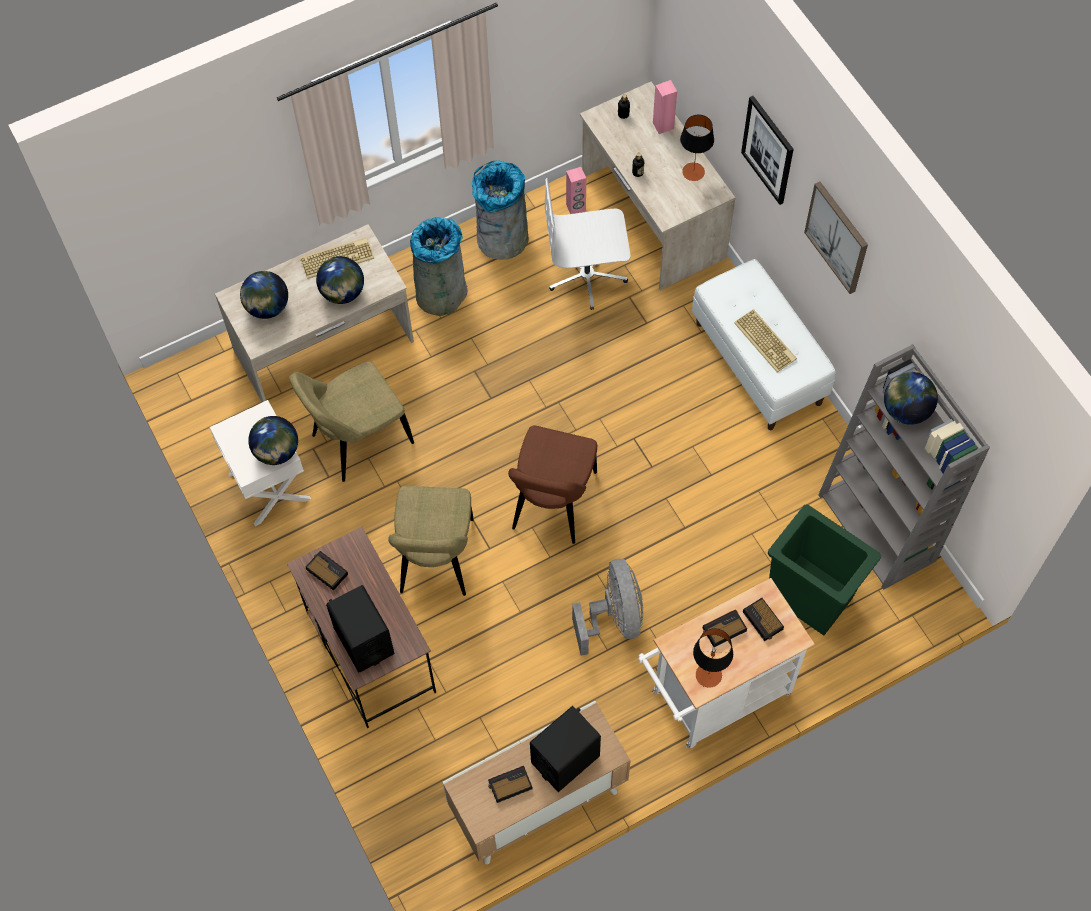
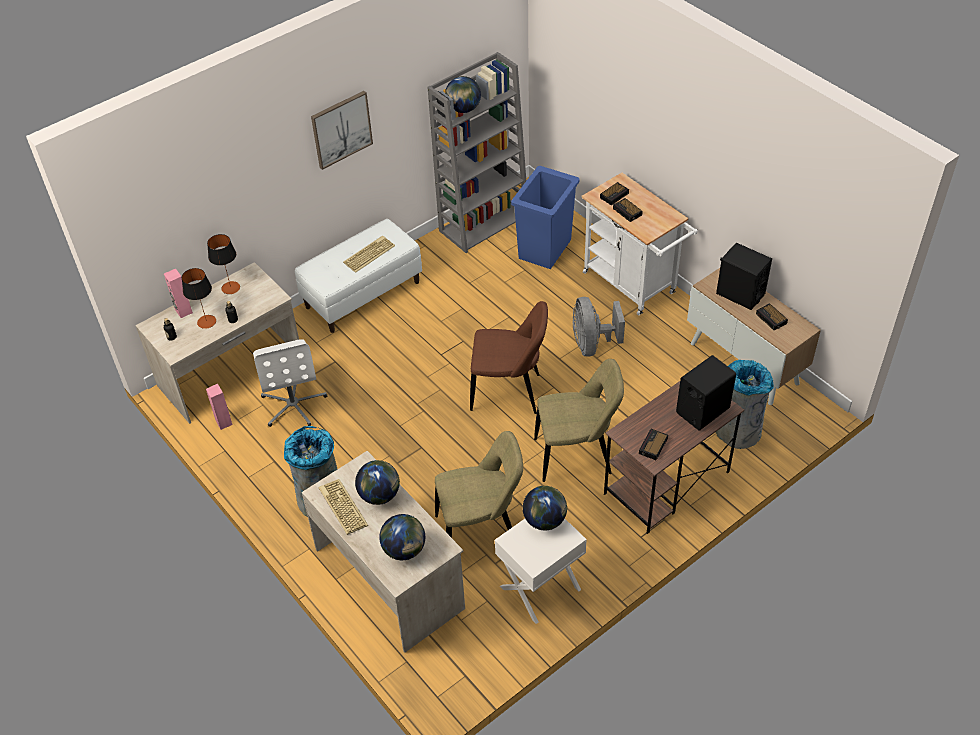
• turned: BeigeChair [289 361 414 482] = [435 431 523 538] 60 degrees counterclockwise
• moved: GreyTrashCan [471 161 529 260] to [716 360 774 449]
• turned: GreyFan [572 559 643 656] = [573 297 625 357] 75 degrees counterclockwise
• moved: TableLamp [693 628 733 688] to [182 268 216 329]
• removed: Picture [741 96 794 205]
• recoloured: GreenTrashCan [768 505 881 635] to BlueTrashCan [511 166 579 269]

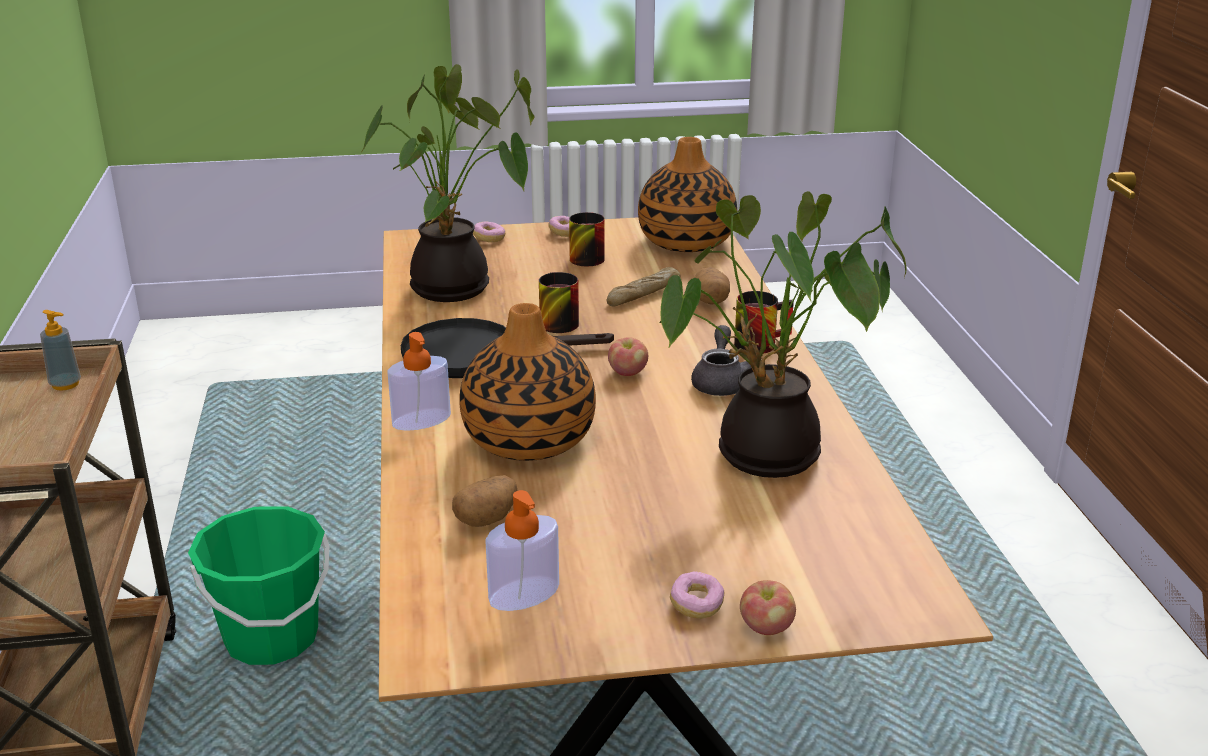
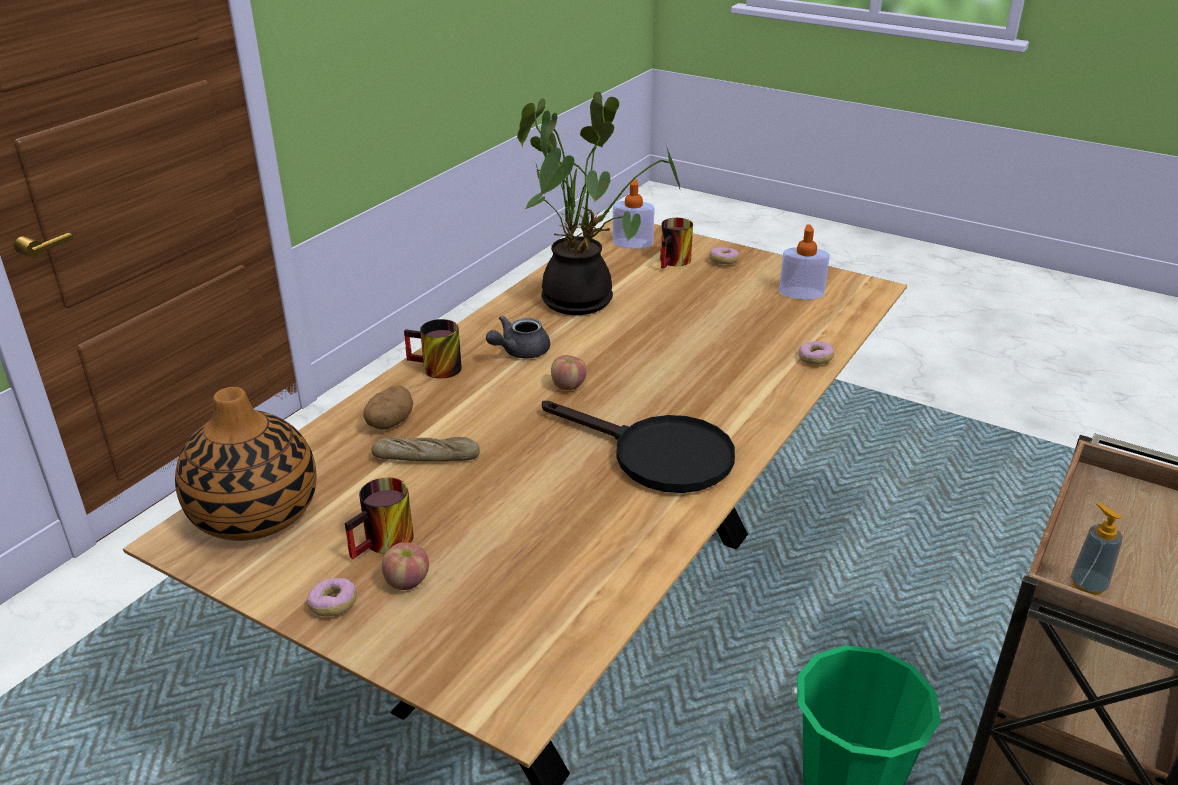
• removed: PottedPlant [362 64 535 302]
• moved: SoapDispenser [387 332 451 431] to [612 179 655 249]
• removed: Potato [452 475 518 527]
• removed: Vase [459 303 596 461]
• moved: Donut [473 221 505 242] to [799 341 834 365]
• moved: Mug [539 272 579 333] to [660 218 693 269]
• moved: Apple [740 580 796 635] to [382 542 429 590]

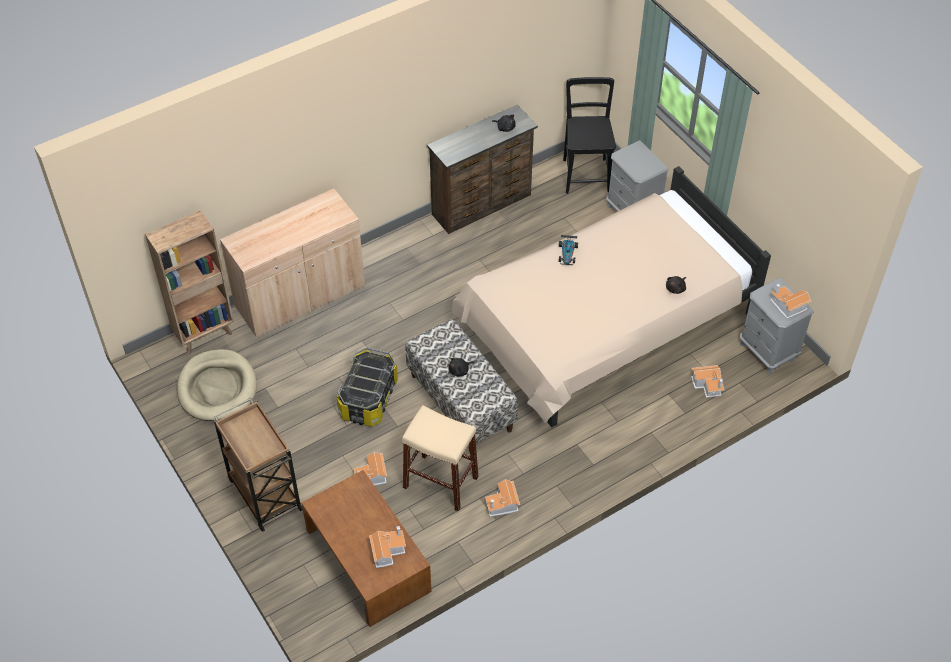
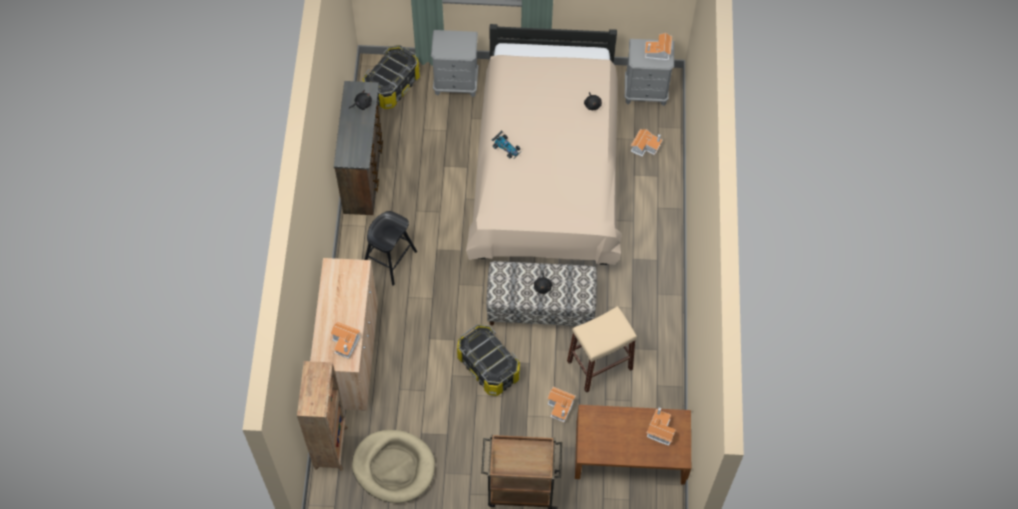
• moved: ToyHouse [485 479 520 517] to [330 321 361 359]
• replaced: BlackChair [563 77 616 194] to StorageBox [363 45 420 109]
• added: BlackStool [365 211 417 286]

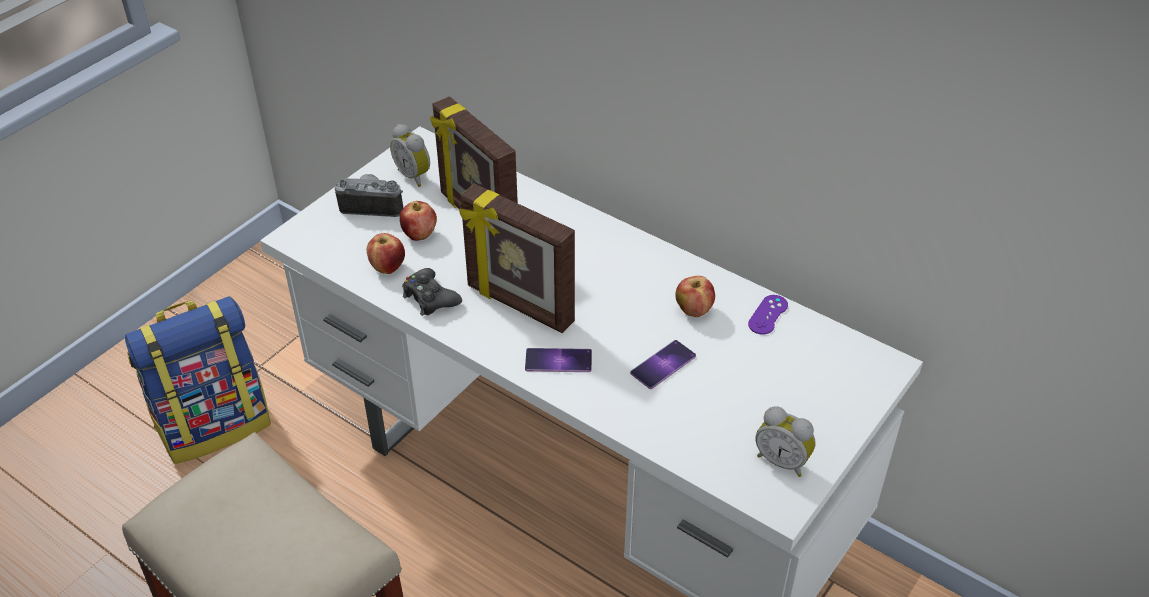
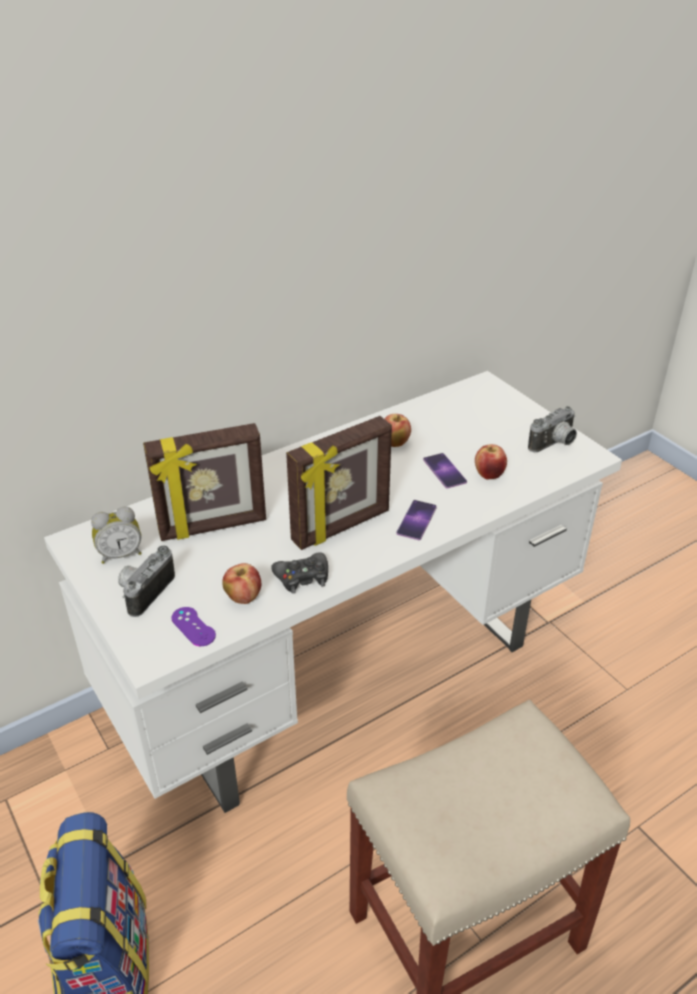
• moved: Apple [400 201 437 241] to [475 444 507 480]
• moved: PurpleGameController [748 295 788 335] to [171 607 216 646]
• replaced: AlarmClock [755 406 816 477] to PhotoCamera [528 406 577 452]

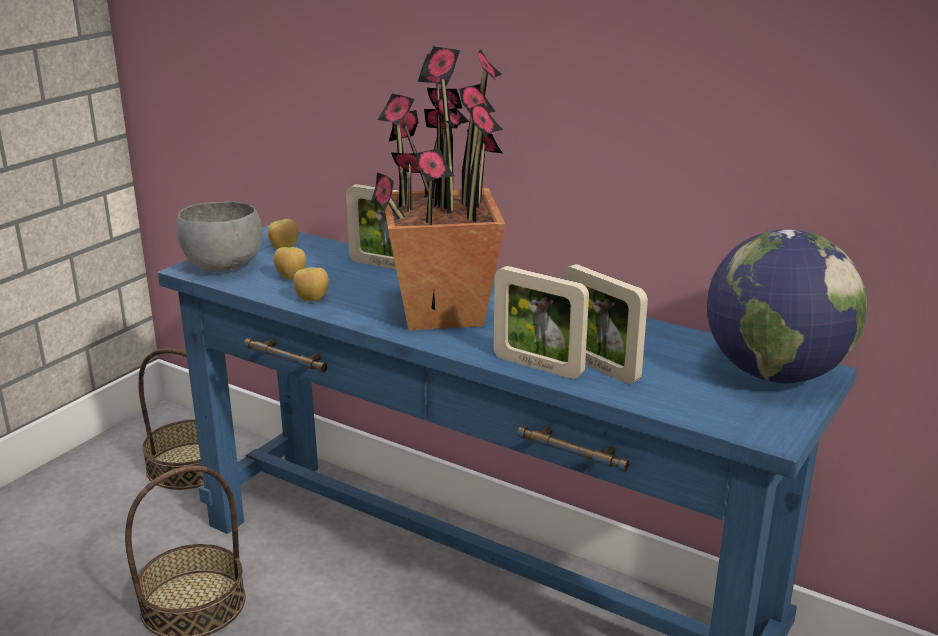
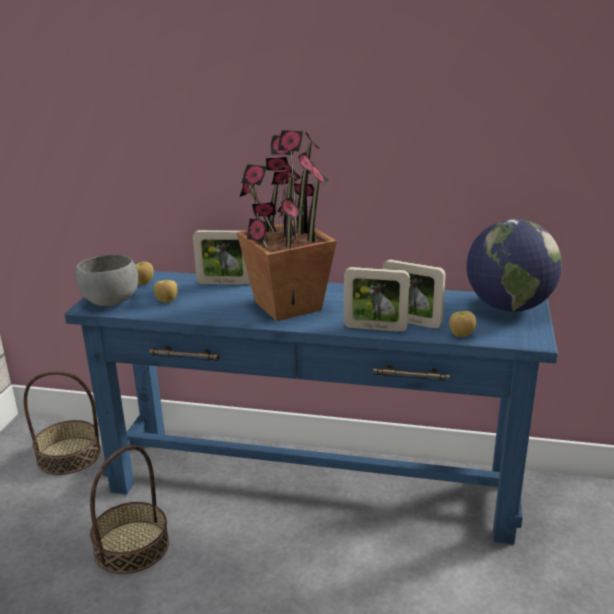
• moved: Apple [293 267 329 302] to [449 311 476 337]

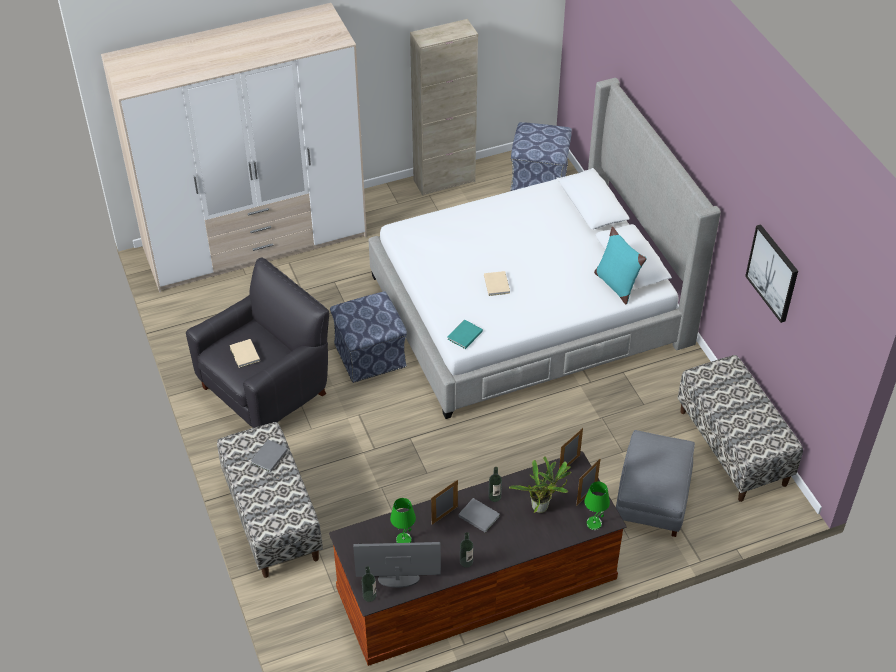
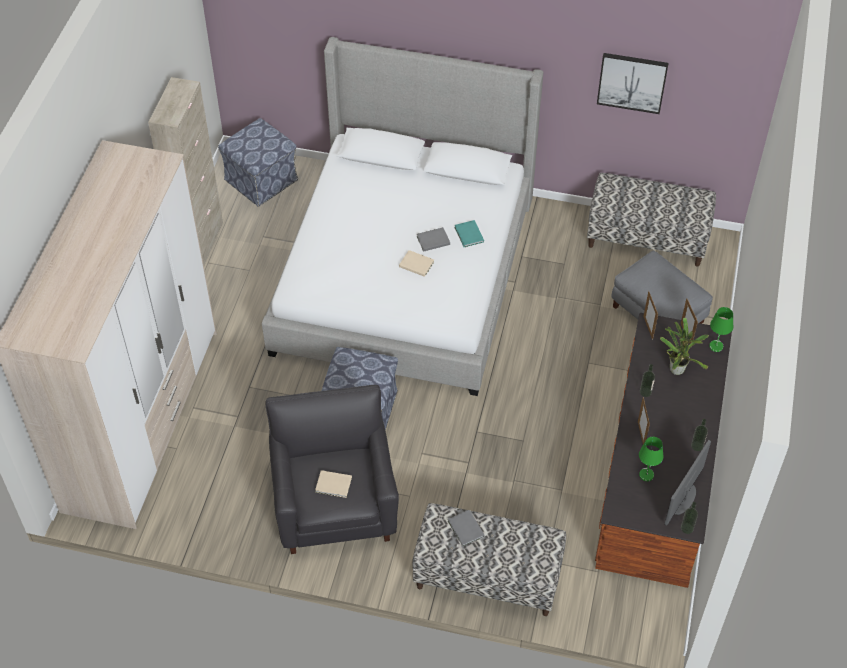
• moved: TurquoiseBook [447 320 483 349] to [454 220 484 247]
• moved: GreyBook [458 498 500 533] to [417 227 450 252]
• removed: TurquoisePillow [594 227 647 305]

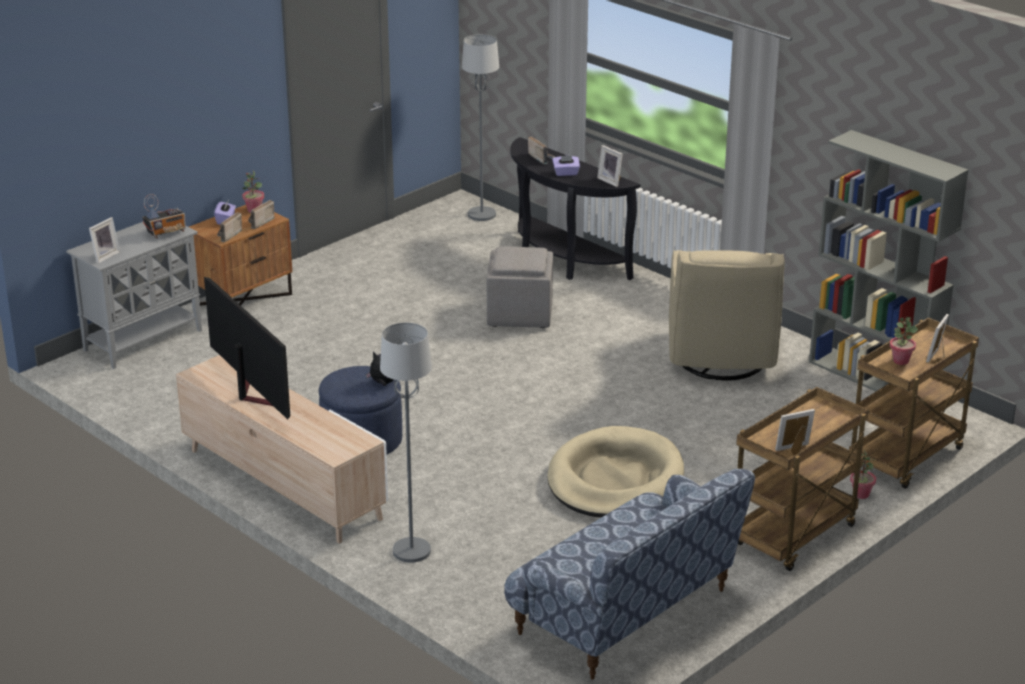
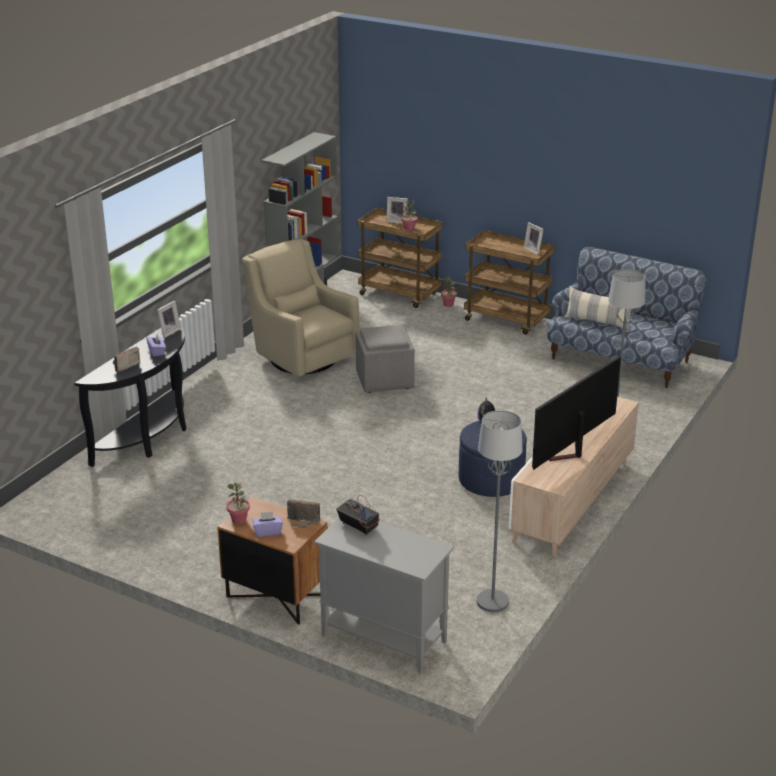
• removed: PictureFrame [89 217 120 263]
• removed: Radio [248 200 275 229]
• moved: GreyFloorLamp [462 34 499 221] to [477 410 523 612]
• moved: GreyOttoman [487 247 553 328] to [355 325 415 393]
• removed: BeigeDogBed [547 426 684 517]
• turned: BeigeArmchair [669 250 785 381] = [242 239 360 377] 120 degrees counterclockwise
• added: Pillow [564 286 631 330]

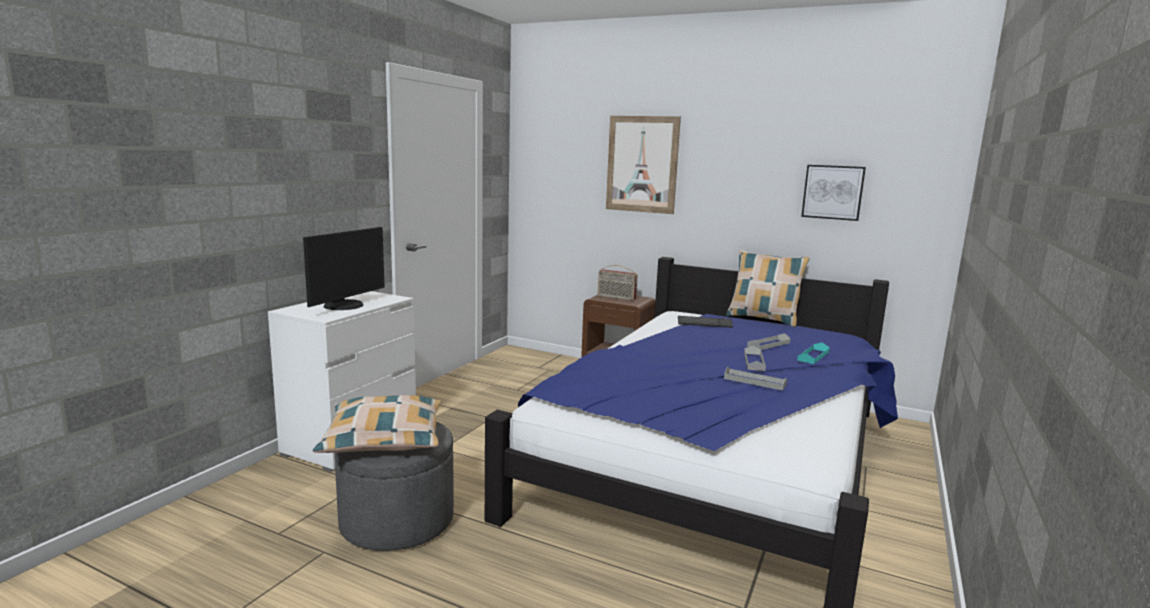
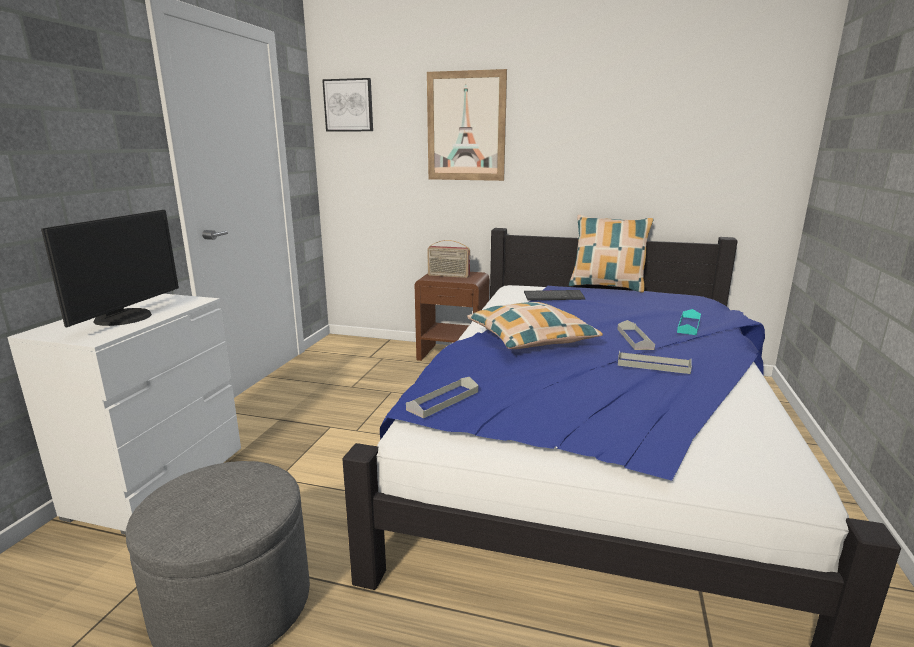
• moved: Pillow [313 395 442 453] to [467 302 603 349]
• moved: GreyTray [747 333 791 350] to [406 377 478 418]
• moved: Picture [801 165 866 221] to [322 78 373 132]

